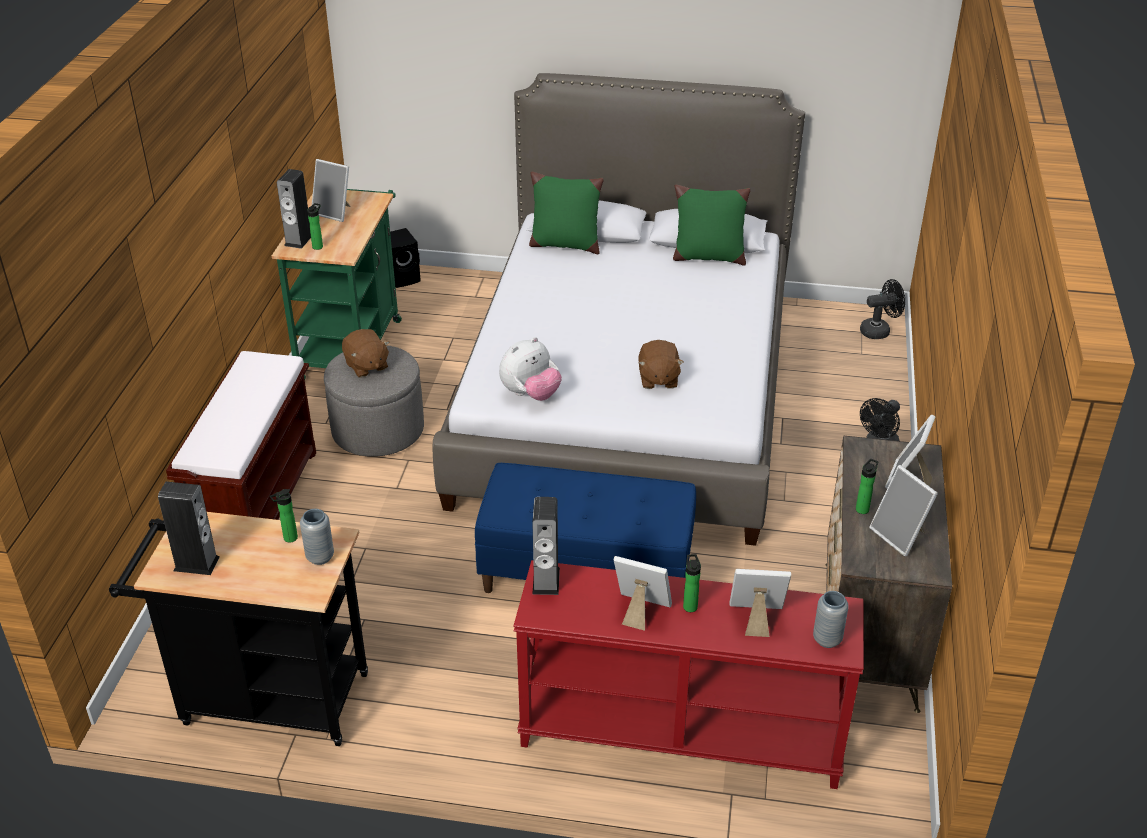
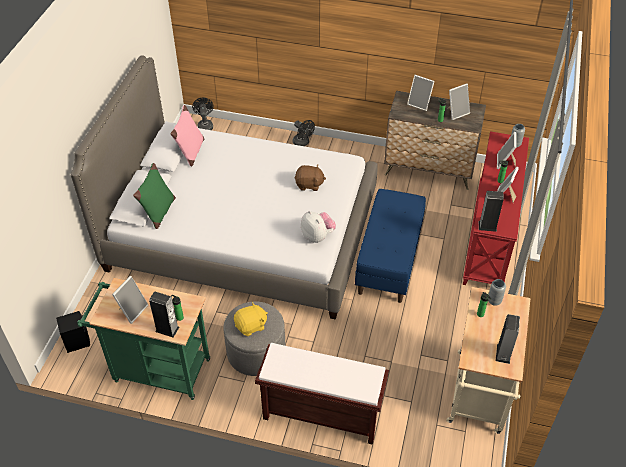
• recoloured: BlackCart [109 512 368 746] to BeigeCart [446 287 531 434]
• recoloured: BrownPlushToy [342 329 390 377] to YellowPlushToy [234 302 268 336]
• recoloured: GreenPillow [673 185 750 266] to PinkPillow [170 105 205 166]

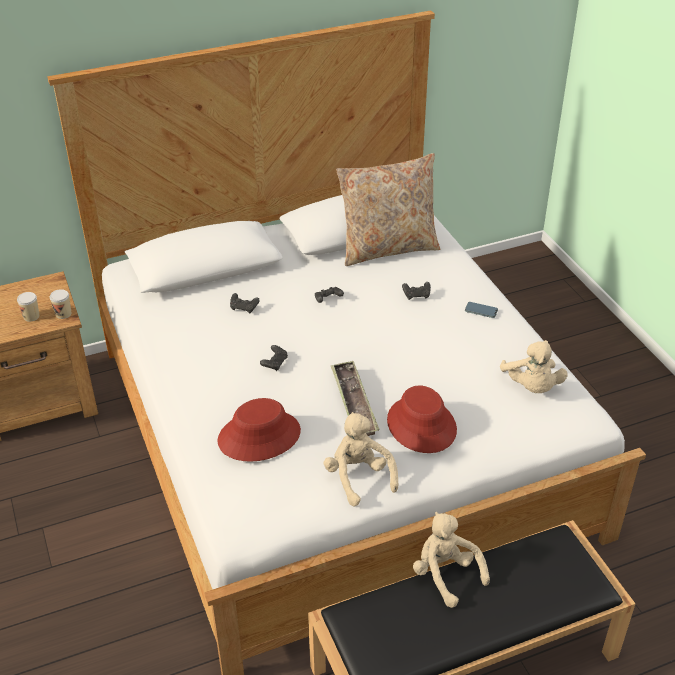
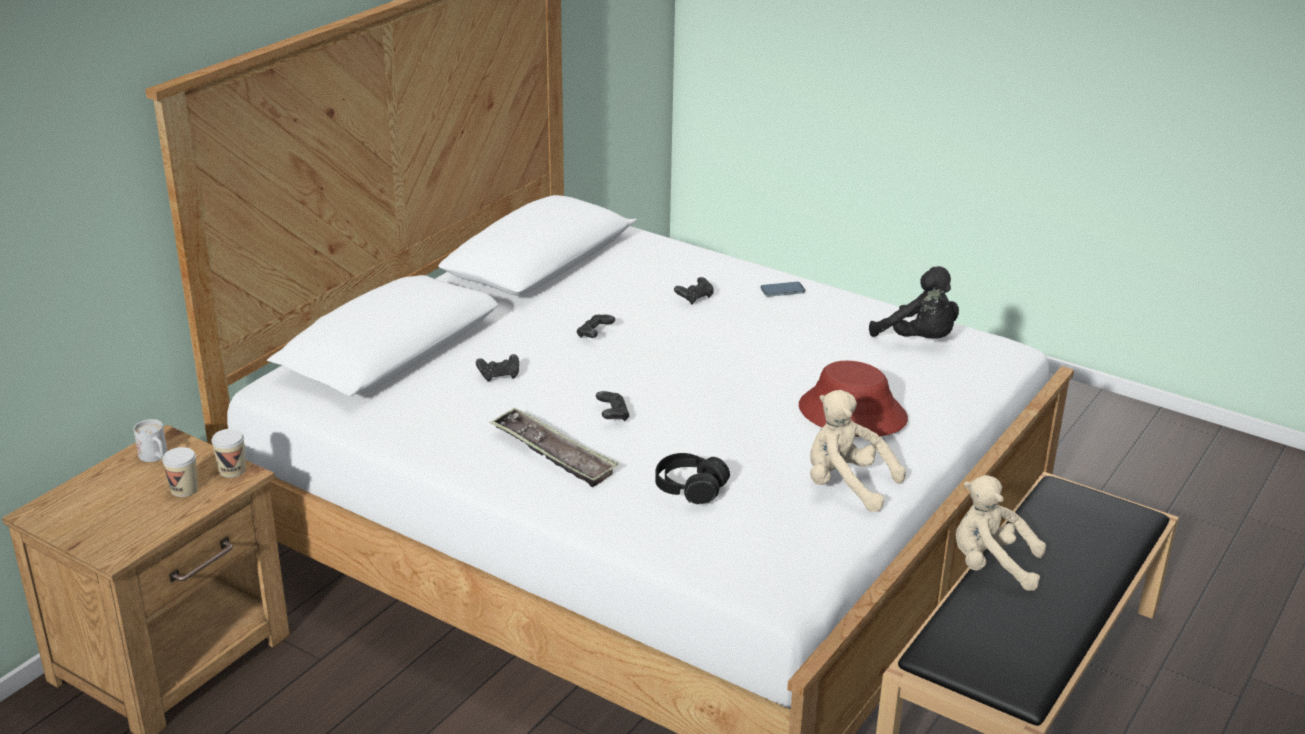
• replaced: RedHat [217 398 301 462] to BlackHeadphones [655 453 730 504]
• moved: Tray [330 361 379 436] to [489 407 619 487]
• removed: BeigePillow [336 153 440 266]
• recoloured: BeigePlushToy [500 340 568 393] to BlackPlushToy [869 266 959 339]
• added: WhiteMug [133 419 167 462]

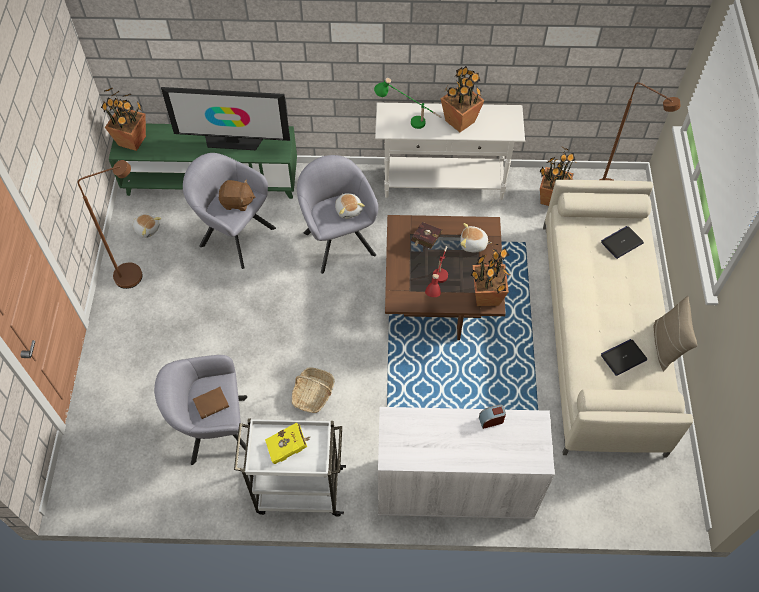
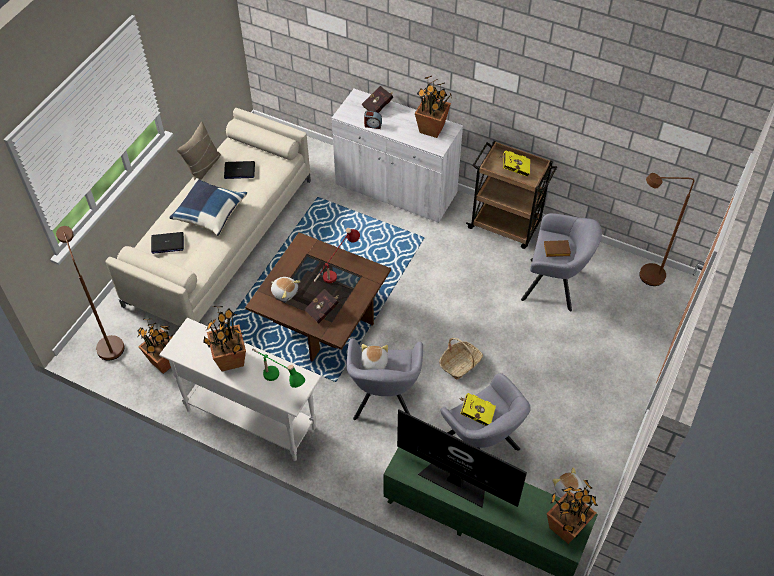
• moved: BrownFloorLamp [77 160 143 289] to [639 173 694 286]
• replaced: BrownPlushToy [219 179 255 211] to YellowBook [459 393 496 426]
• recoloured: WhiteCart [234 419 346 517] to BrownCart [466 141 557 249]
• moved: Basket [292 367 335 413] to [439 338 483 380]
• moved: PottedPlant [471 242 510 306] to [415 76 452 138]
• added: BluePillow [169 178 247 236]
• added: RedBook [362 86 394 113]

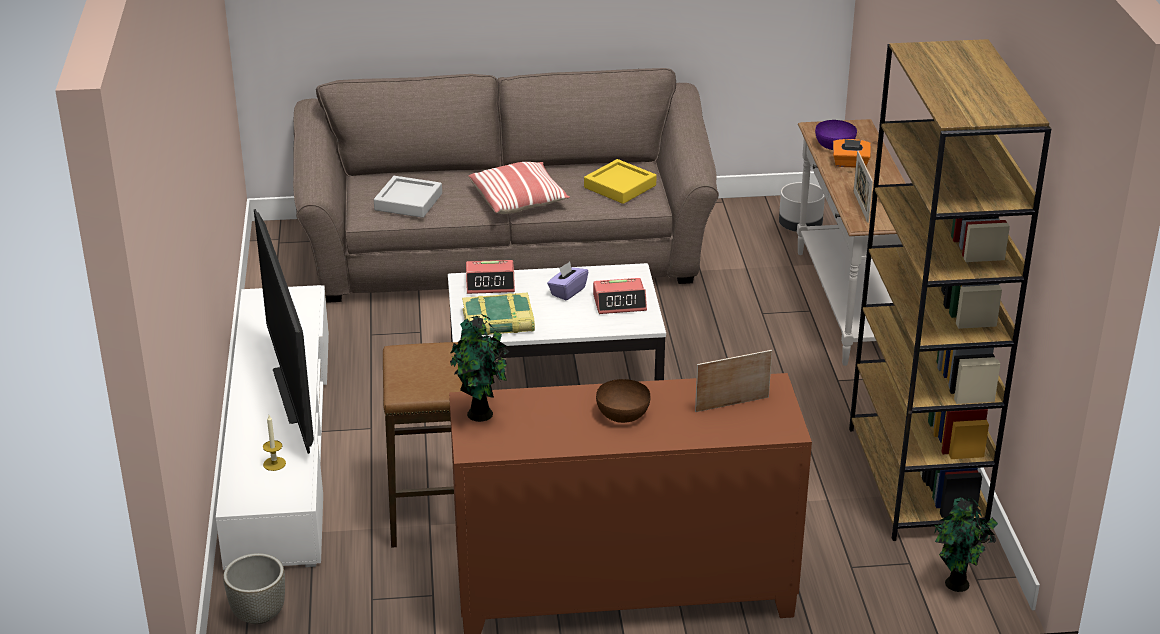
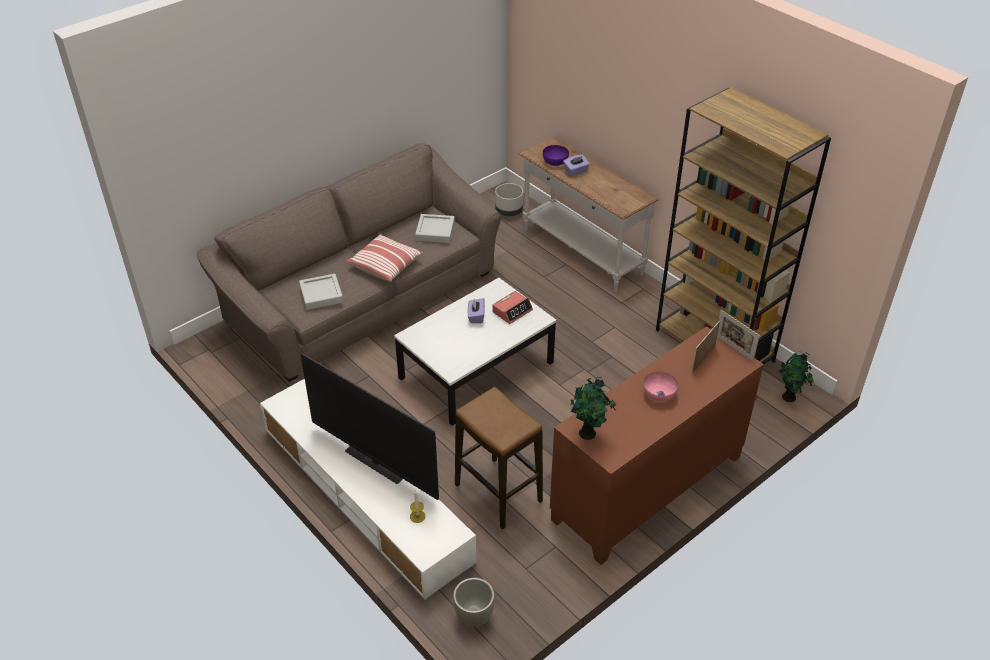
• removed: Book [462 292 535 335]
• removed: AlarmClock [466 260 515 294]
• recoloured: YellowTray [584 159 657 204] to GreyTray [415 214 455 243]
• recoloured: BrownBowl [596 379 650 423] to PinkBowl [643 371 678 402]
• recoloured: OrangeTissueBox [833 139 871 168] to PurpleTissueBox [563 155 590 176]
• moved: PictureFrame [853 151 873 223] to [717 310 760 361]

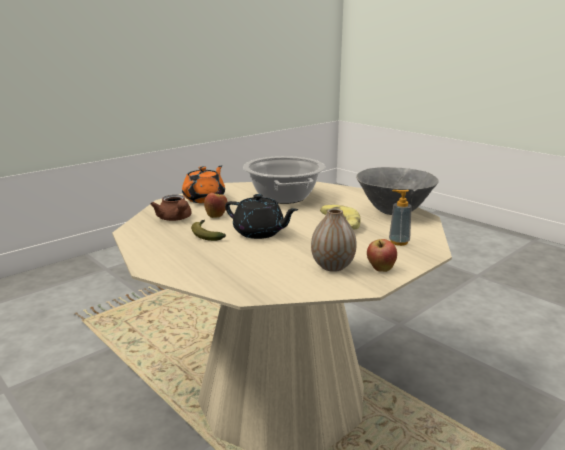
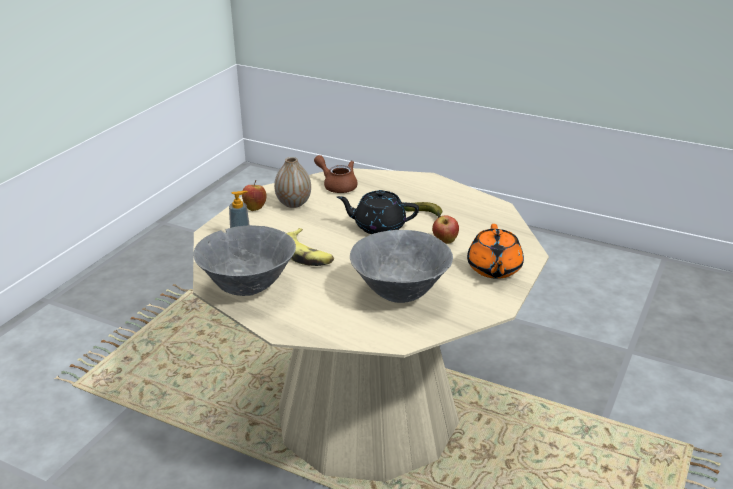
• moved: BrownTeapot [150 195 191 221] to [314 155 358 193]
• replaced: CookingPot [243 156 325 204] to GreyBowl [350 230 453 303]

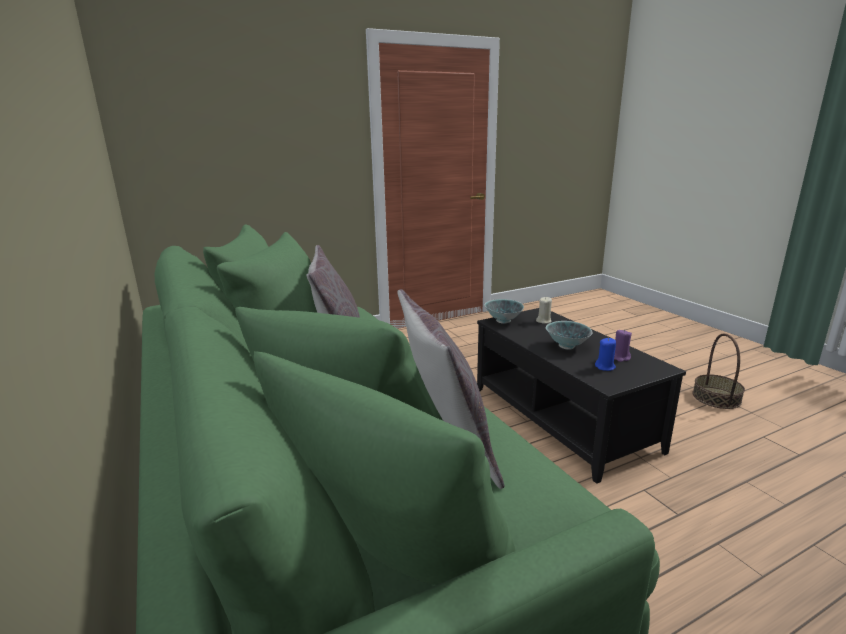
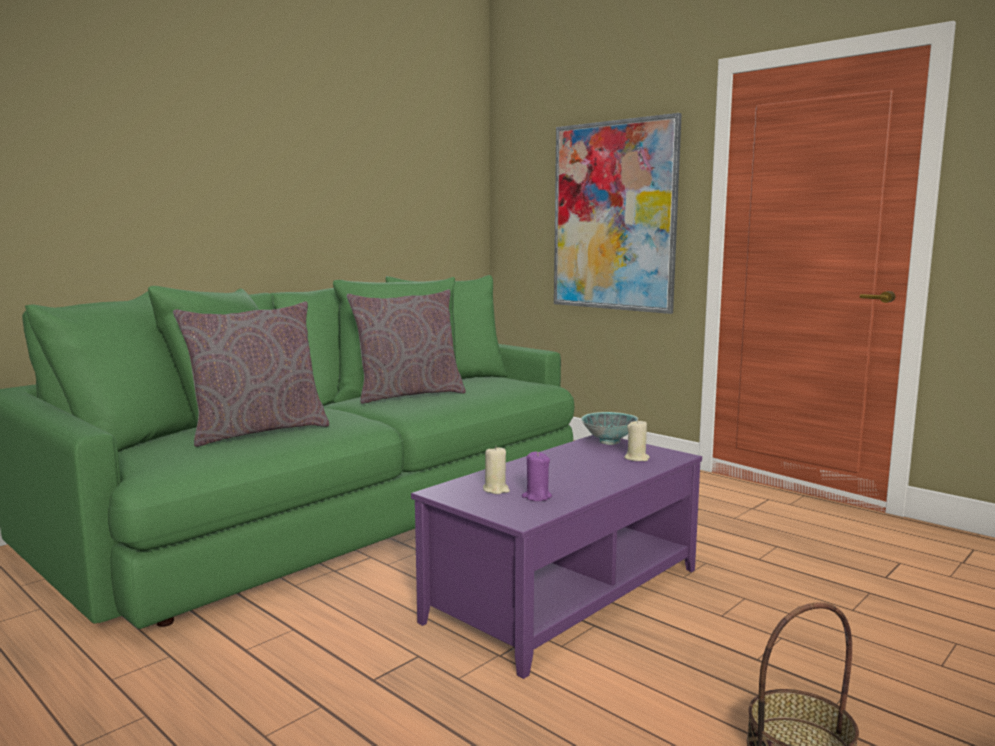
• recoloured: BlackCoffeeTable [477 308 686 484] to PurpleCoffeeTable [411 435 702 679]
• removed: Bowl [546 321 593 350]
• recoloured: BlueCandle [595 338 616 371] to BeigeCandle [483 446 510 494]
• added: Picture [554 113 682 314]

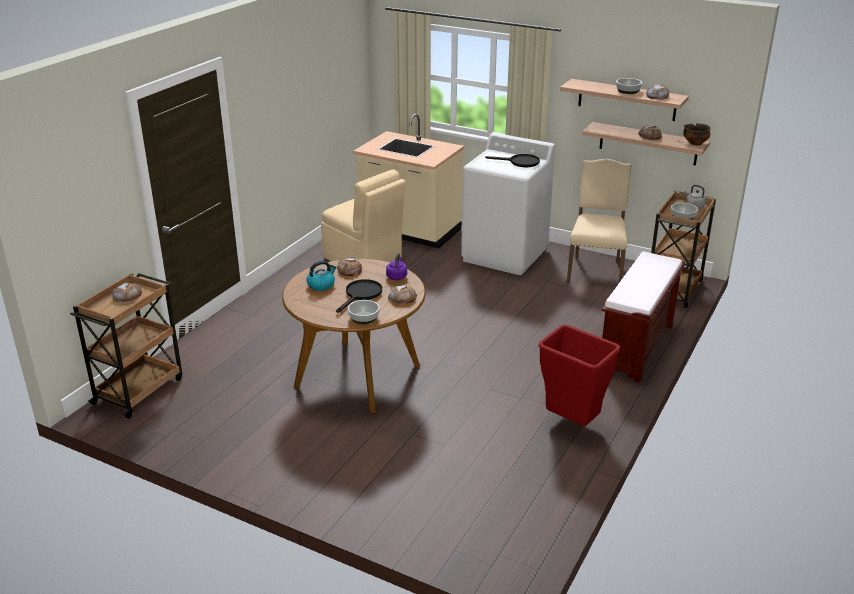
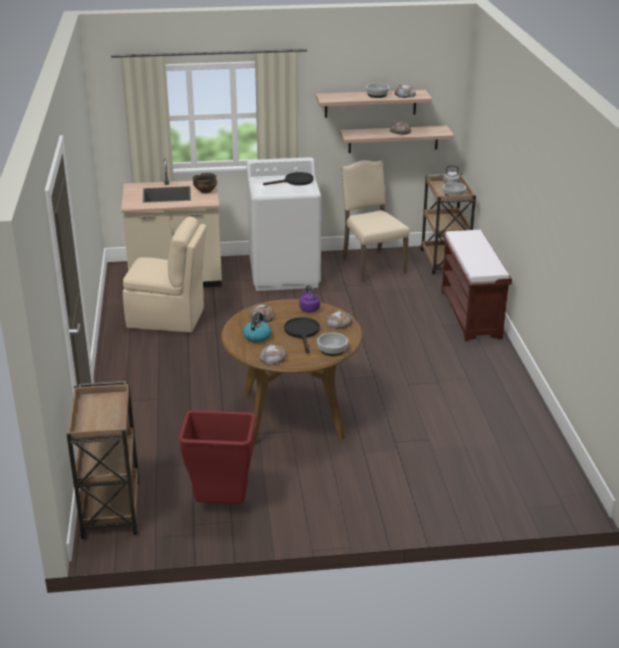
• moved: Bread [112 282 142 302] to [260 344 288 366]
• moved: RedTrashCan [538 325 620 426] to [178 410 256 504]
• moved: Bowl [683 123 711 145] to [192 173 217 193]

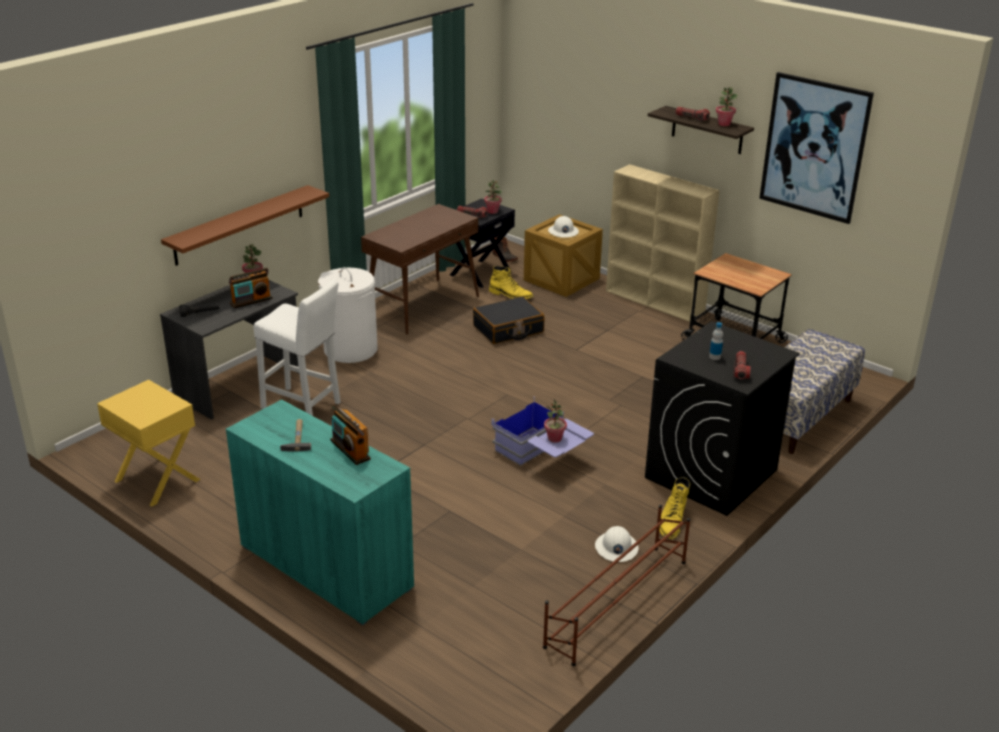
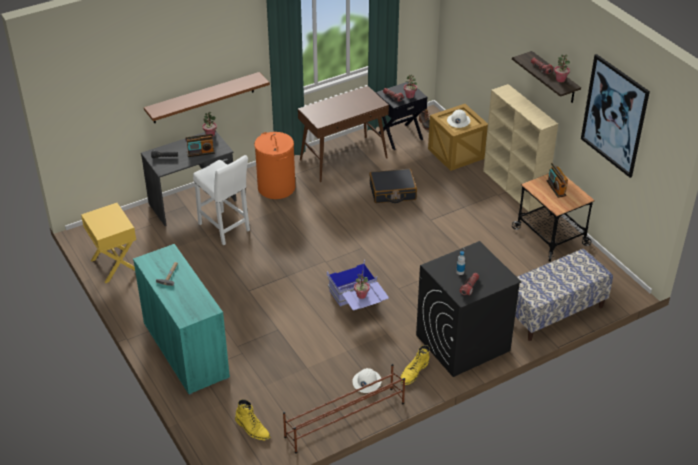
• recoloured: WhiteLaundryBasket [318 267 378 363] to OrangeLaundryBasket [254 132 295 199]
• moved: Radio [330 404 371 465] to [547 163 568 198]
• moved: YellowBoot [489 266 533 299] to [235 399 271 440]

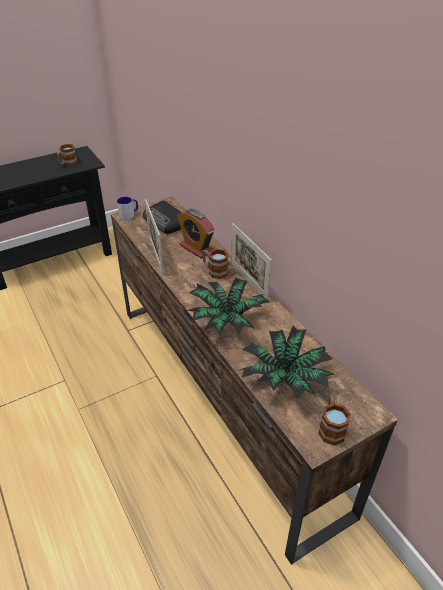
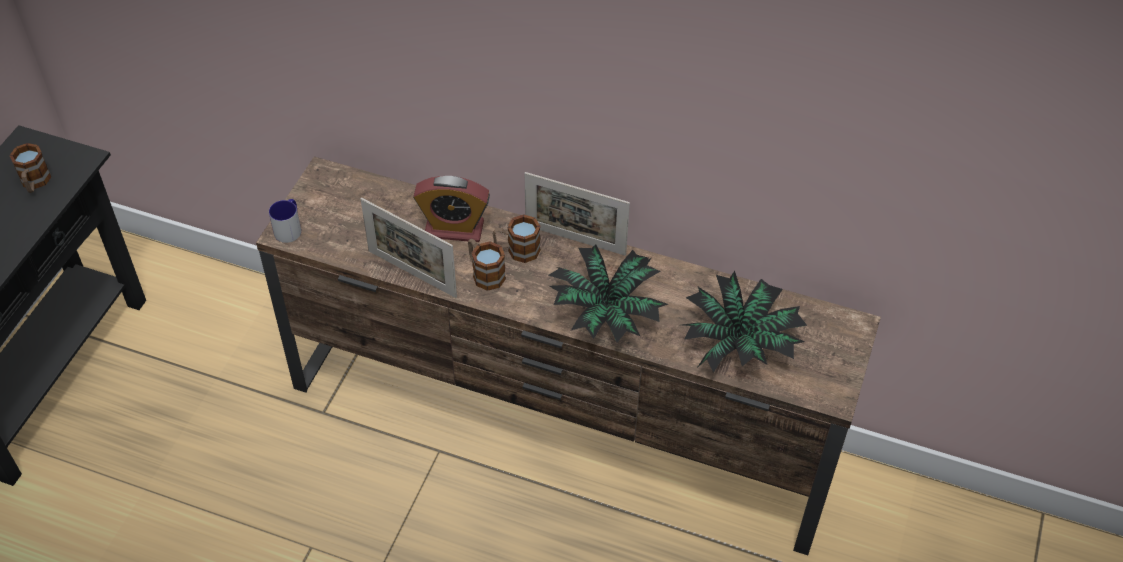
• removed: Radio [143 200 182 234]
• moved: Mug [318 396 351 446] to [468 239 506 291]

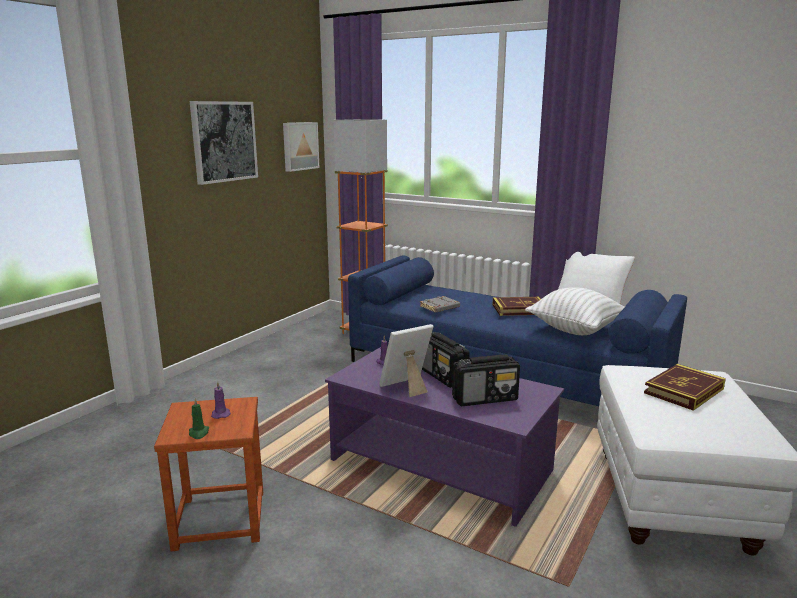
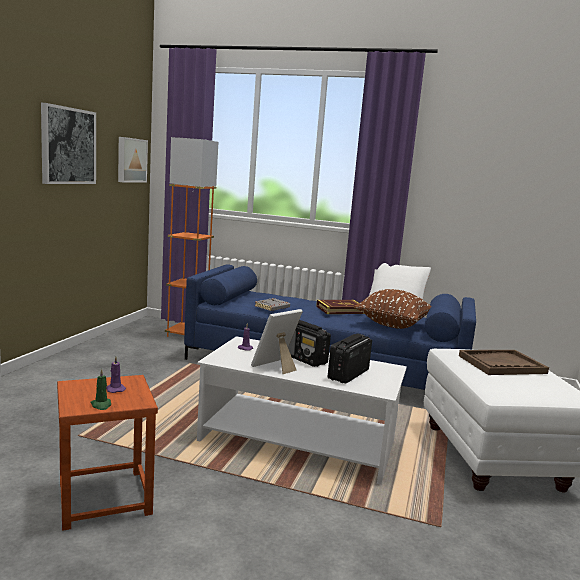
• recoloured: PurpleCoffeeTable [325 347 564 527] to WhiteCoffeeTable [197 336 407 485]
• turned: Radio [452 355 520 406] = [328 334 372 384] 150 degrees clockwise
• recoloured: WhitePillow [525 287 625 335] to BrownPillow [354 289 431 329]
• replaced: Book [644 364 726 411] to BrownTray [459 350 549 375]

